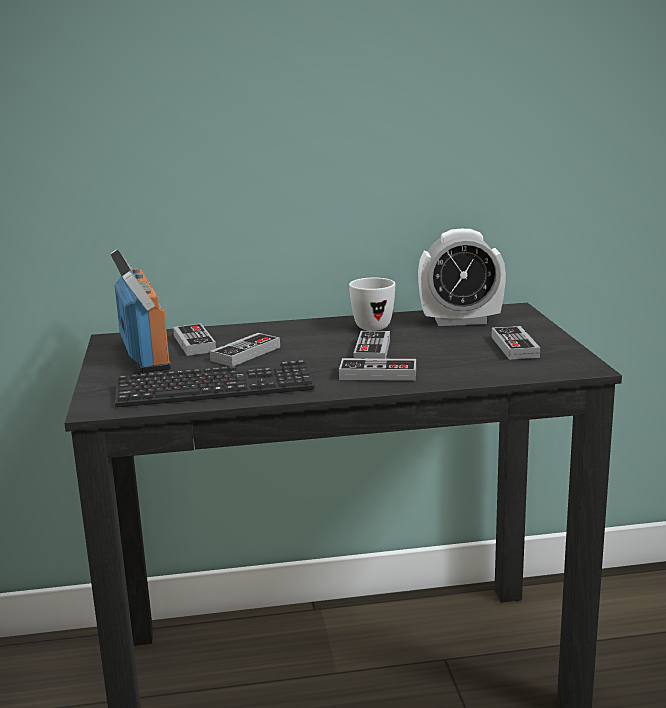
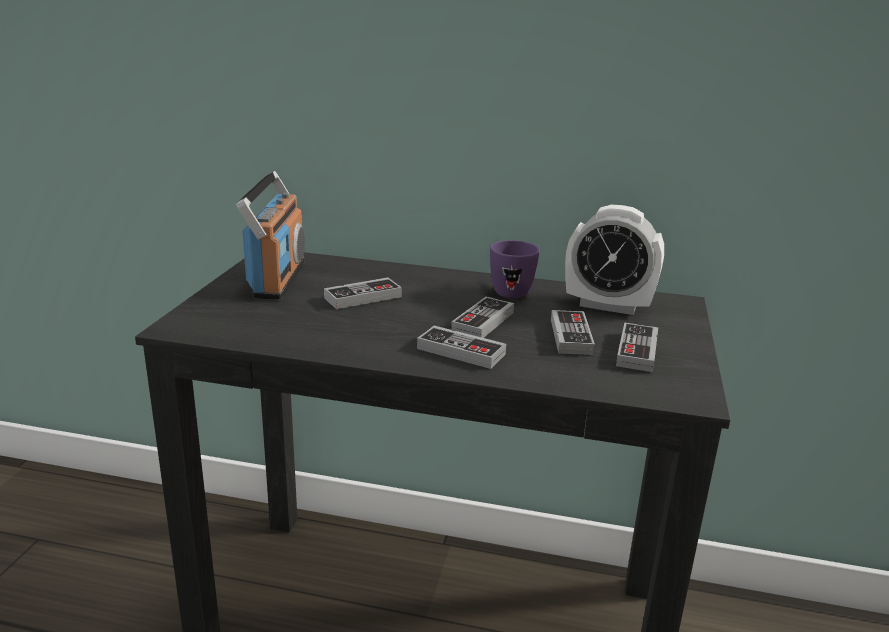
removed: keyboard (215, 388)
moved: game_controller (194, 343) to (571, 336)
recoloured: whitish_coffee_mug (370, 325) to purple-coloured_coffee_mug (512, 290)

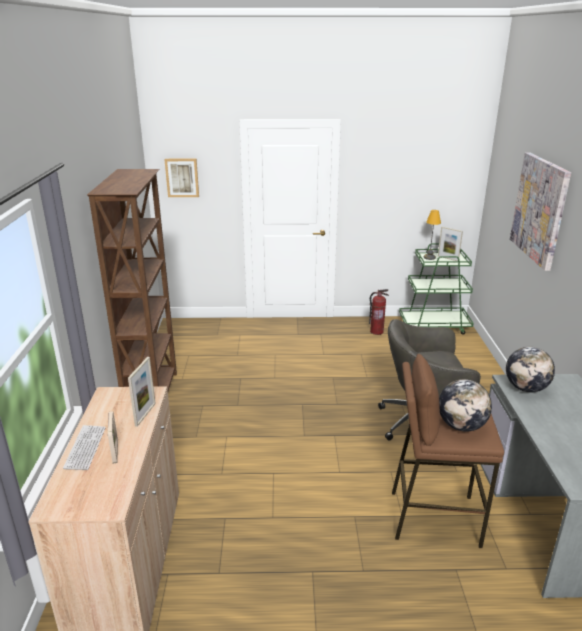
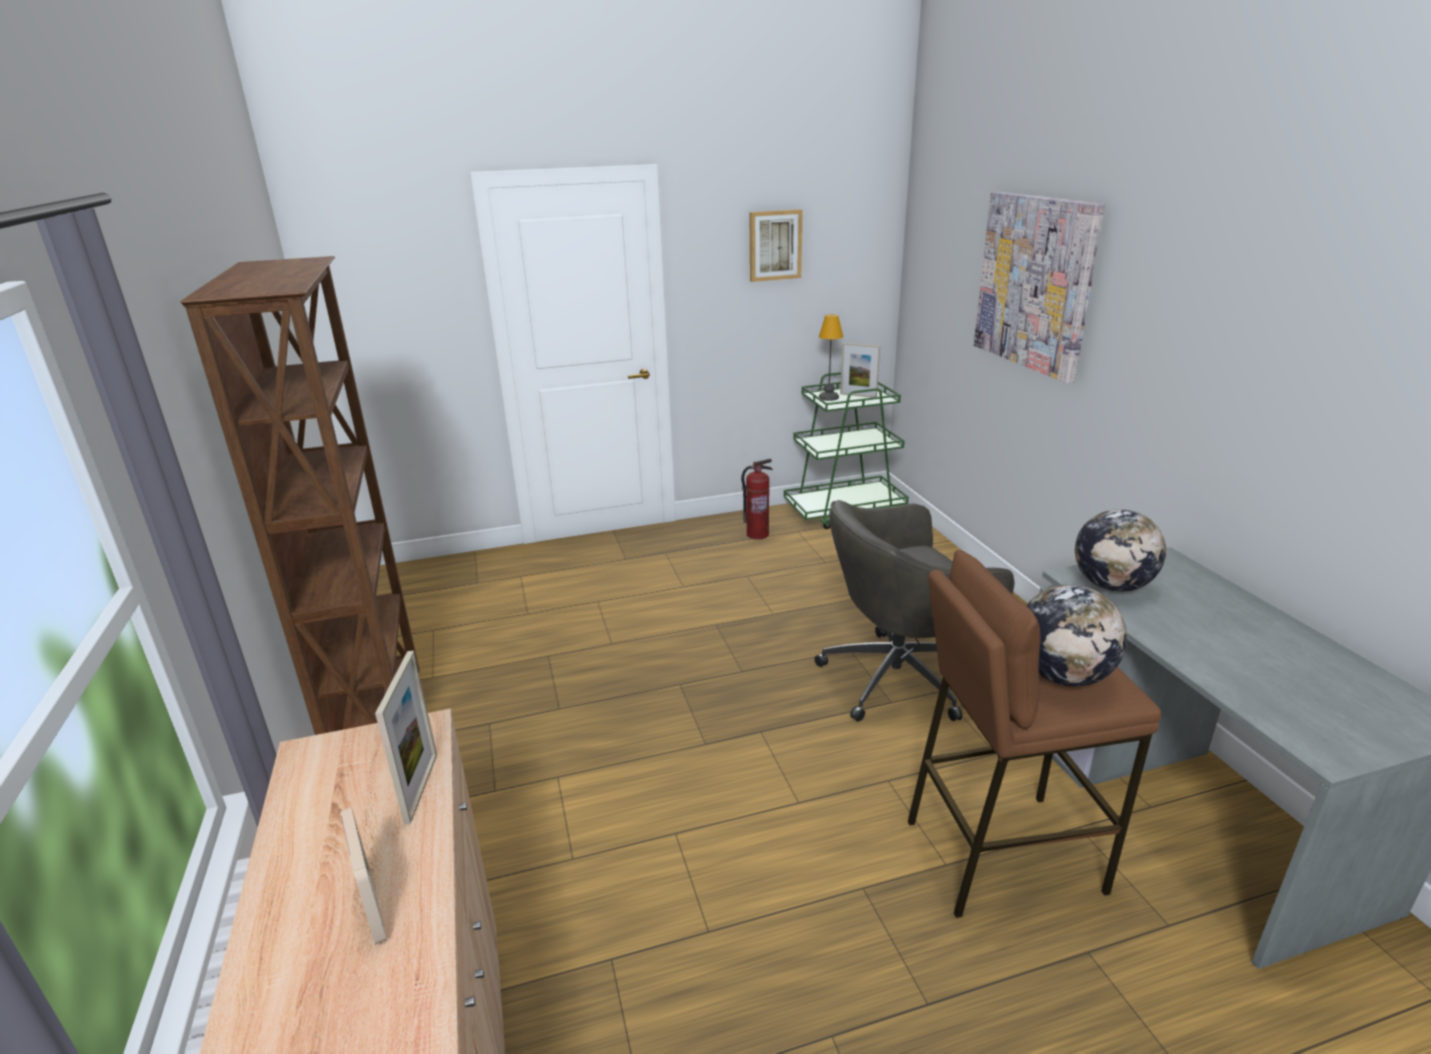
removed: keyboard (85, 448)
moved: wall_picture (182, 177) to (775, 245)

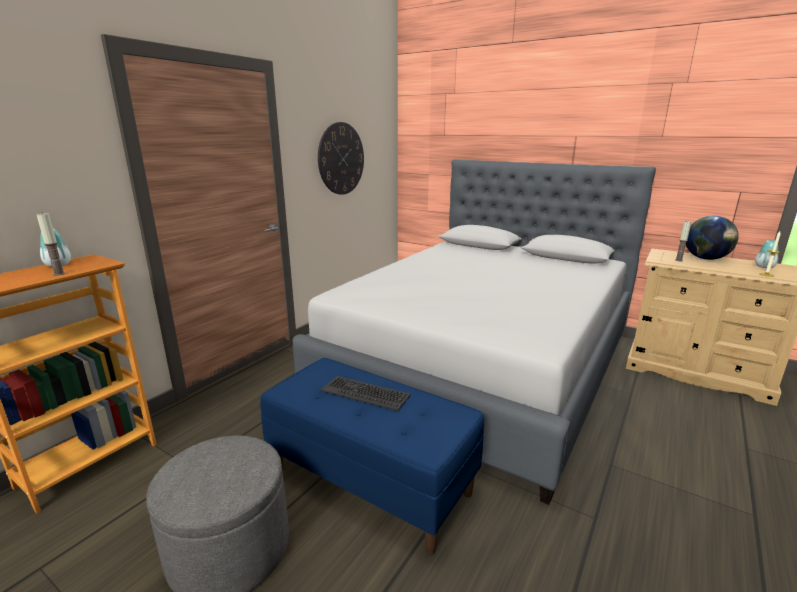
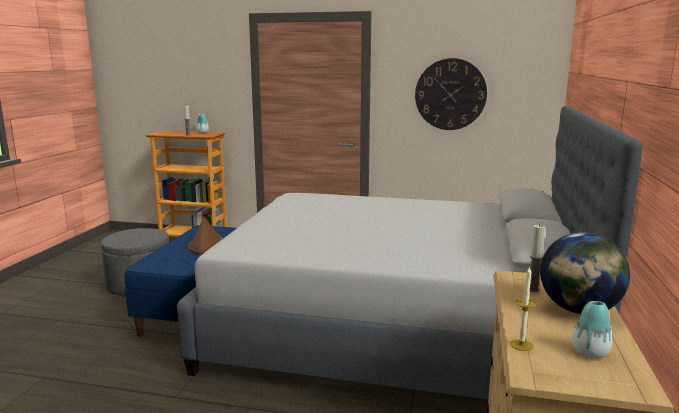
replaced: keyboard (365, 393) to brownish_hat (205, 245)

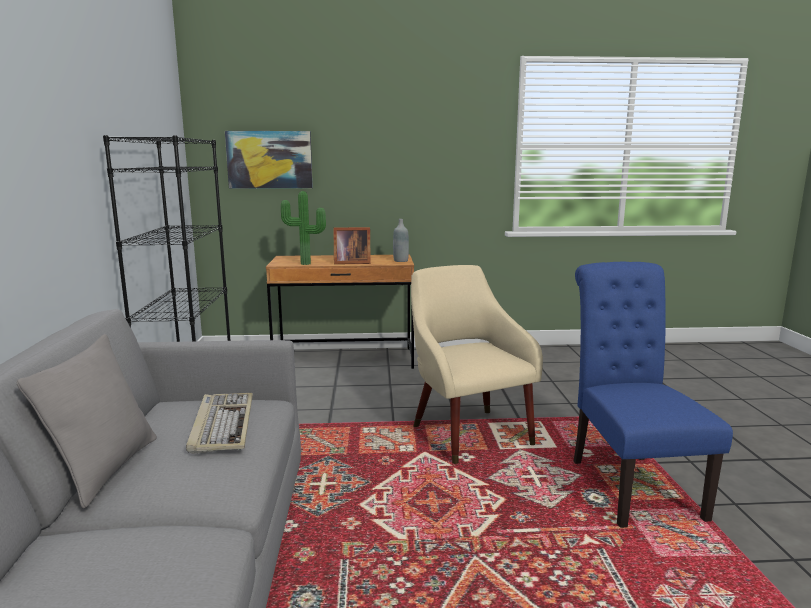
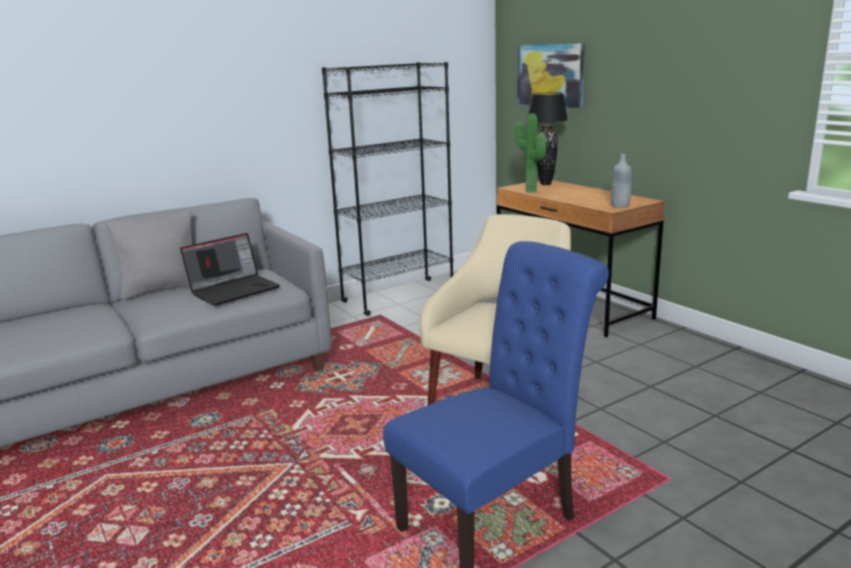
removed: standing_frame (350, 262)
added: black-coloured_lamp_for_a_table (546, 184)
replaced: keyboard (222, 424) to laptop (234, 290)

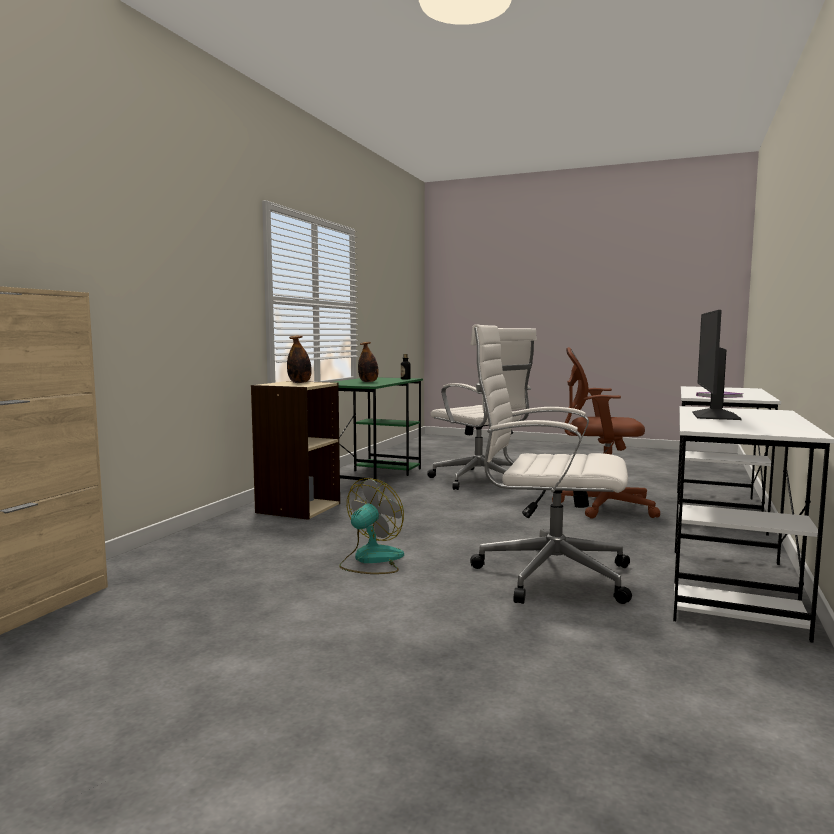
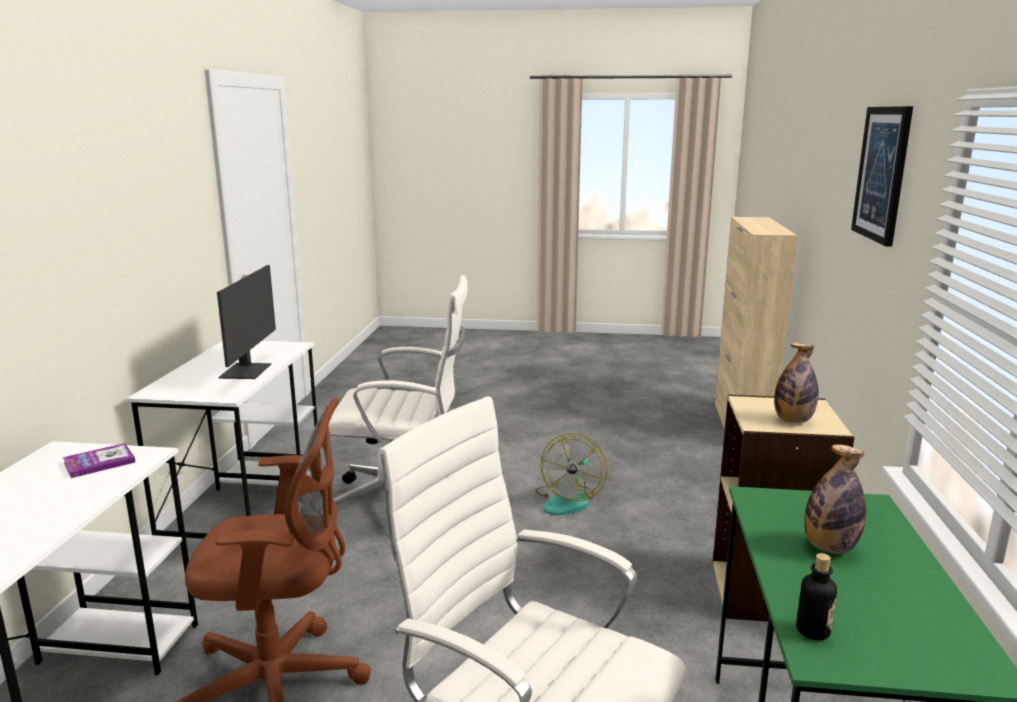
added: wall_picture (882, 173)

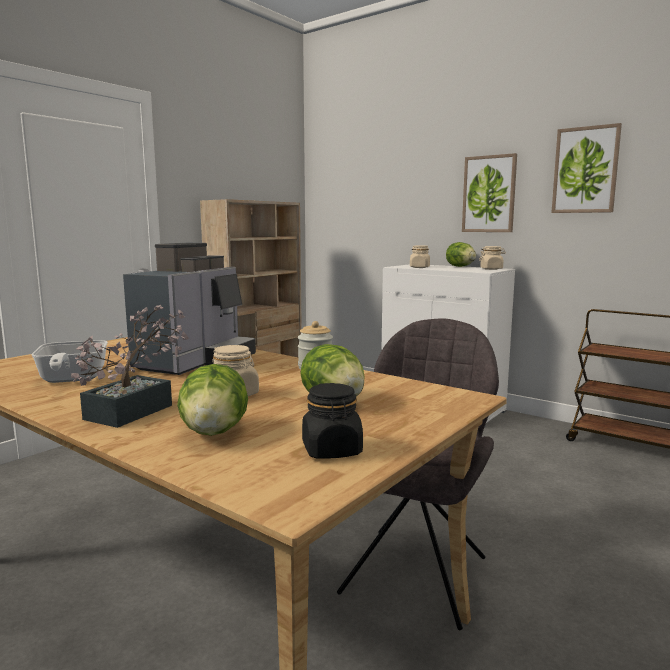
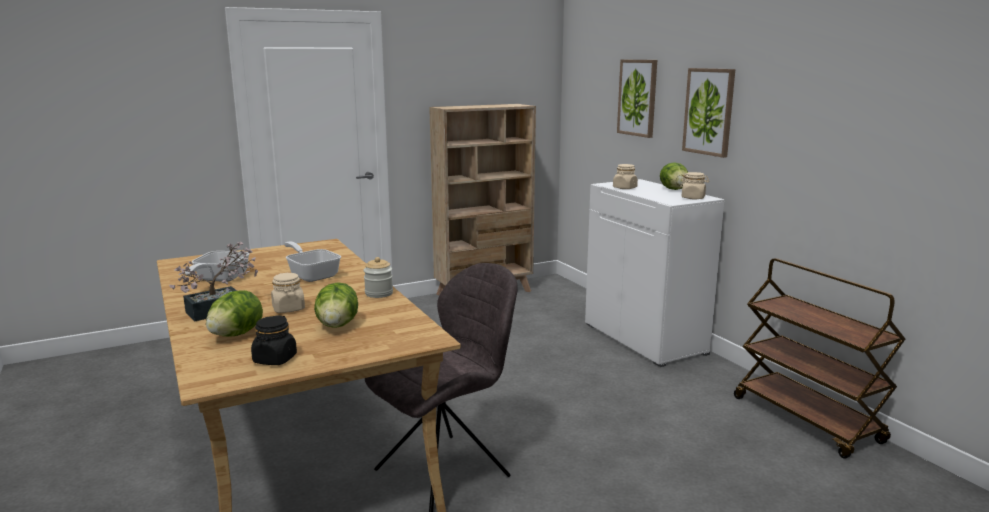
moved: wall_picture (585, 170) to (638, 97)
replaced: coffee_maker (196, 361) to frying_pan (312, 275)

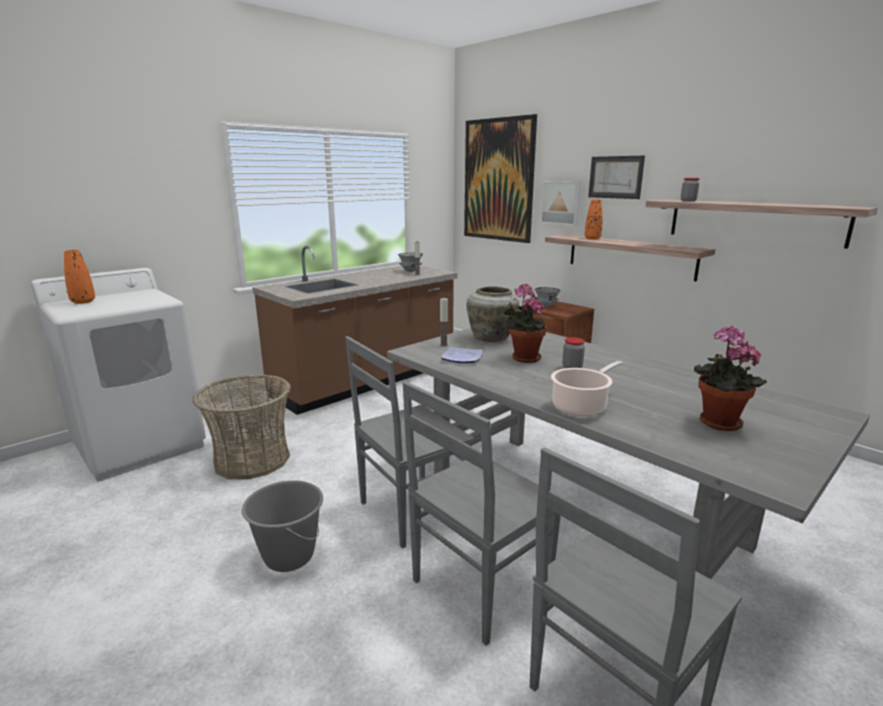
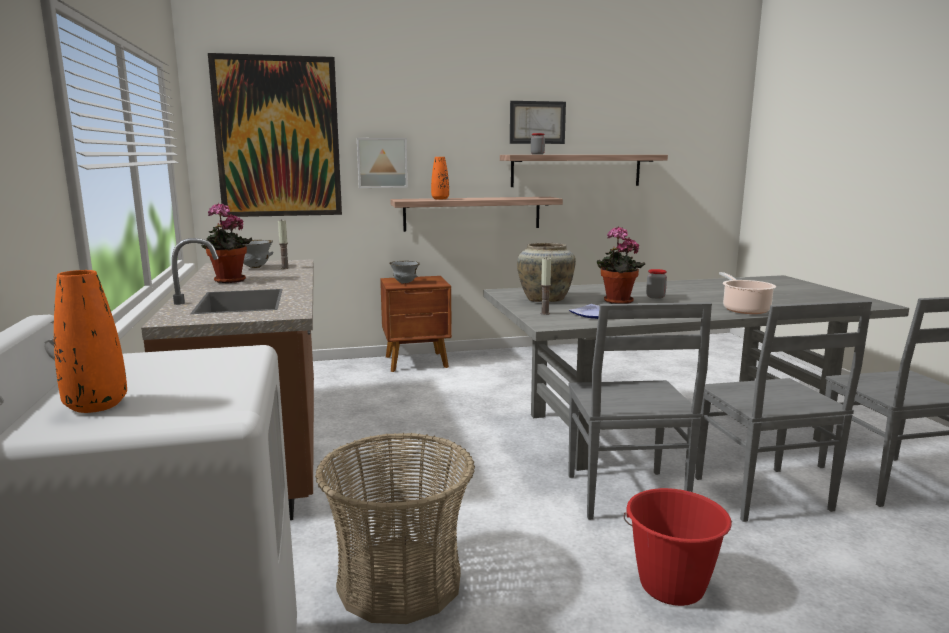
moved: wall_picture (615, 177) to (537, 122); potted_plant (716, 423) to (228, 281)
recoloured: grey_bucket (289, 556) to reddish_bucket (671, 587)

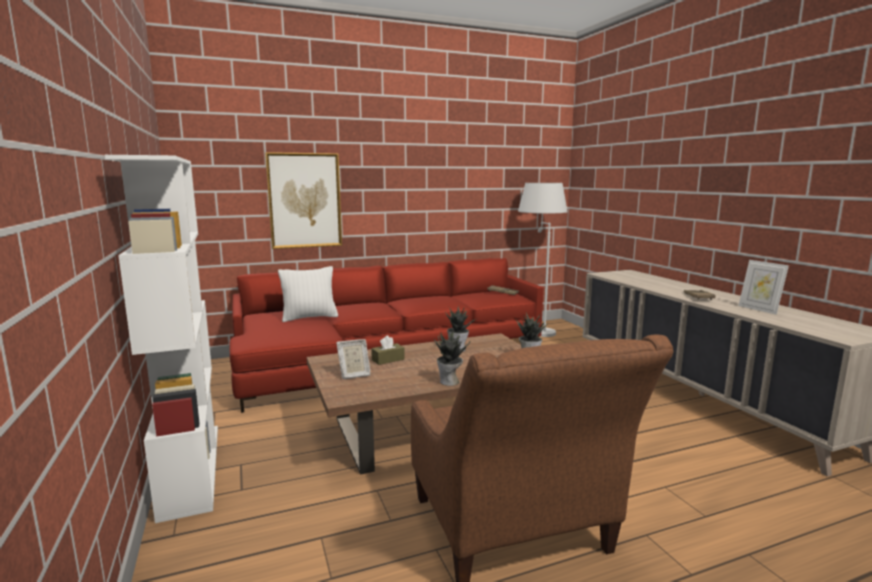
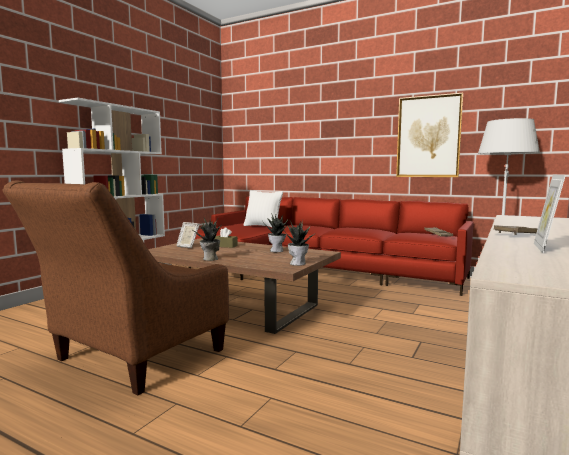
moved: wall_picture (304, 200) to (428, 137)

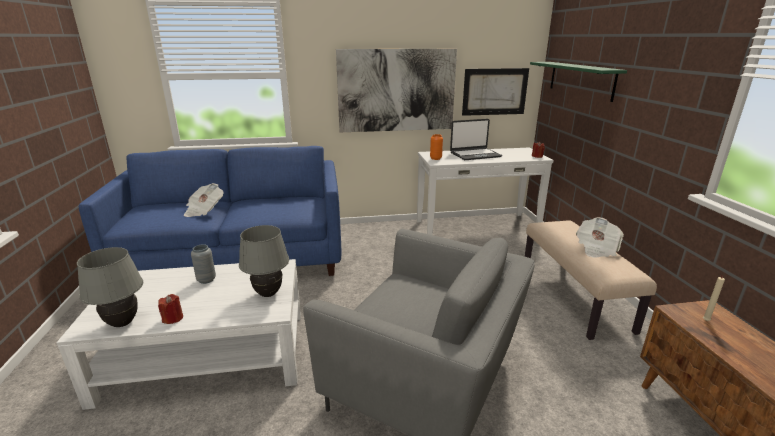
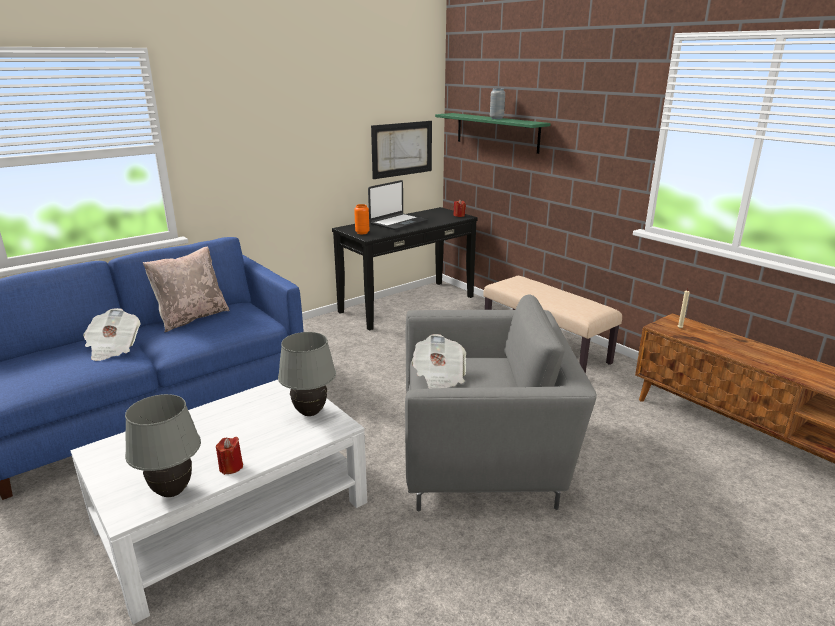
removed: wall_picture (396, 90)
added: beige-coloured_cushion (192, 318)
moved: grey_decorative_vase (206, 280) to (496, 118); printed_paper (596, 248) to (439, 377)
recoloured: whitish_hall_table (476, 226) to black-coloured_hall_table (407, 304)

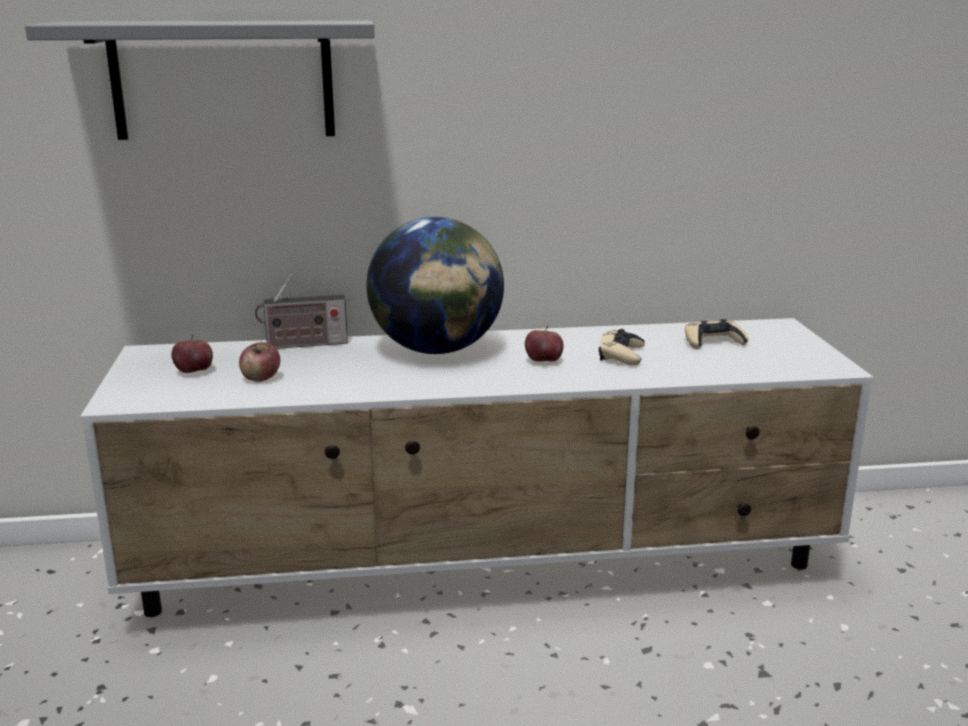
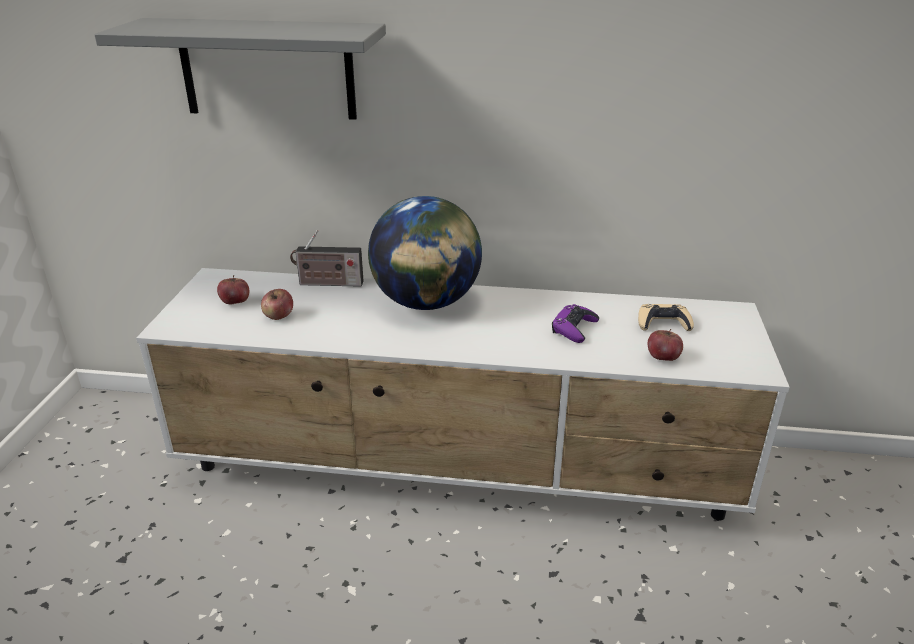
moved: whole_apple (543, 361) to (663, 357)
recoloured: beige-coloured_game_controller (621, 355) to purple-coloured_game_controller (574, 328)

